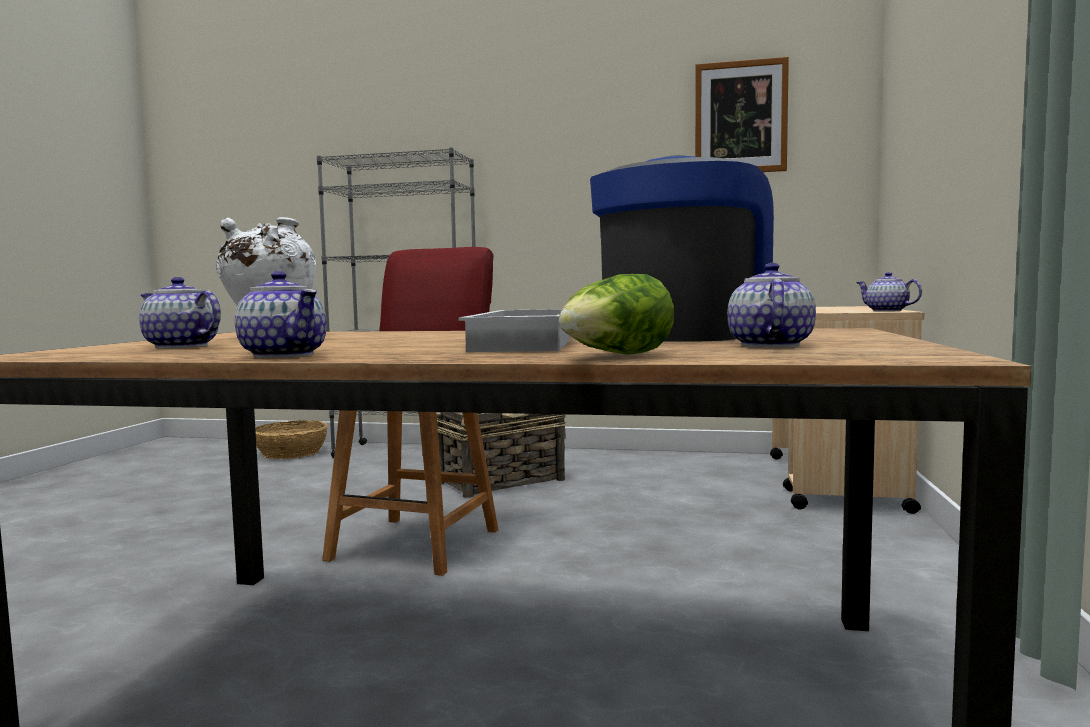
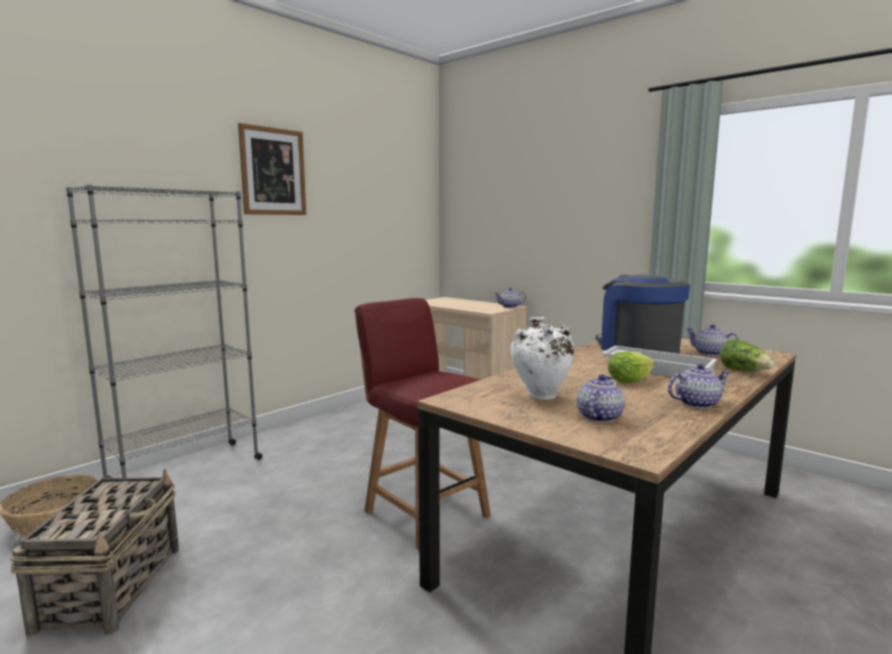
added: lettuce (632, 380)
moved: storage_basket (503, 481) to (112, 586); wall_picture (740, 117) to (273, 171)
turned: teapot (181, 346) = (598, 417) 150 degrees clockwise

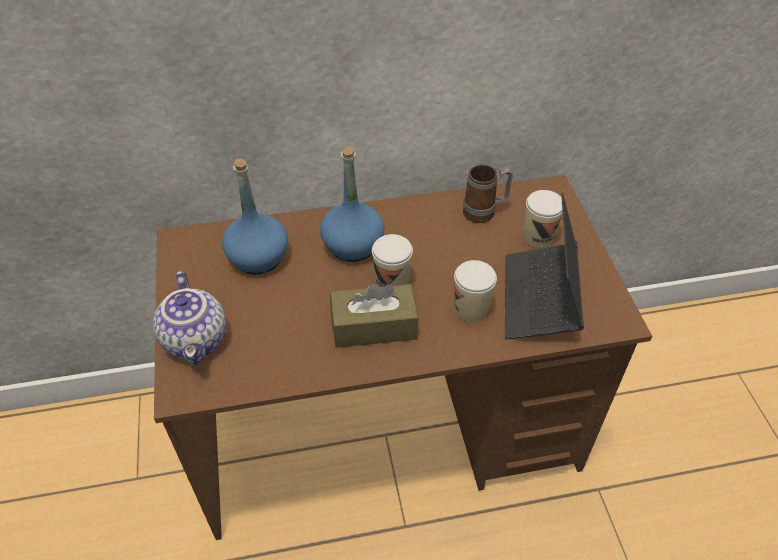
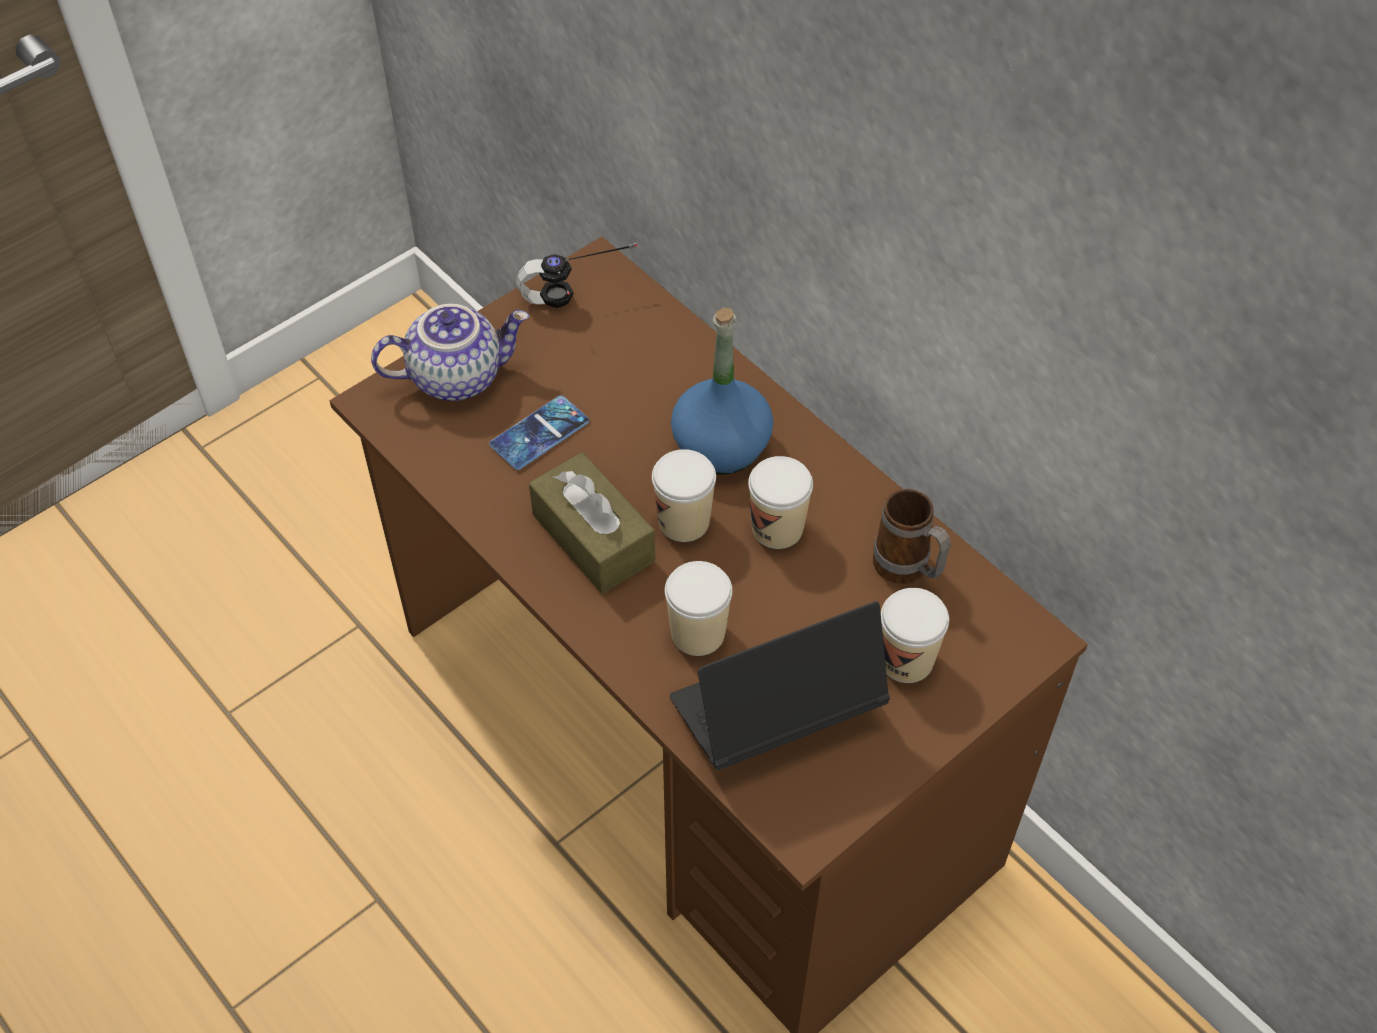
removed: blue-coloured_beverage_bottle (258, 257)
added: telephone (539, 433); headset (579, 307); drinking_cup (777, 528)
turned: teapot (197, 340) = (457, 375) 150 degrees counterclockwise

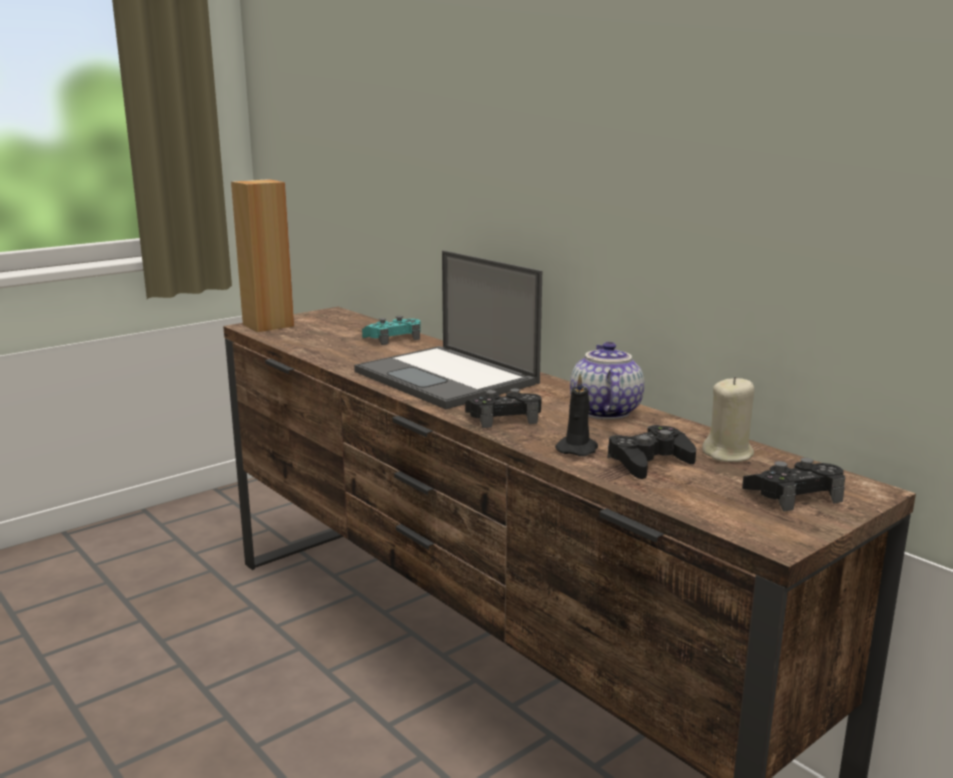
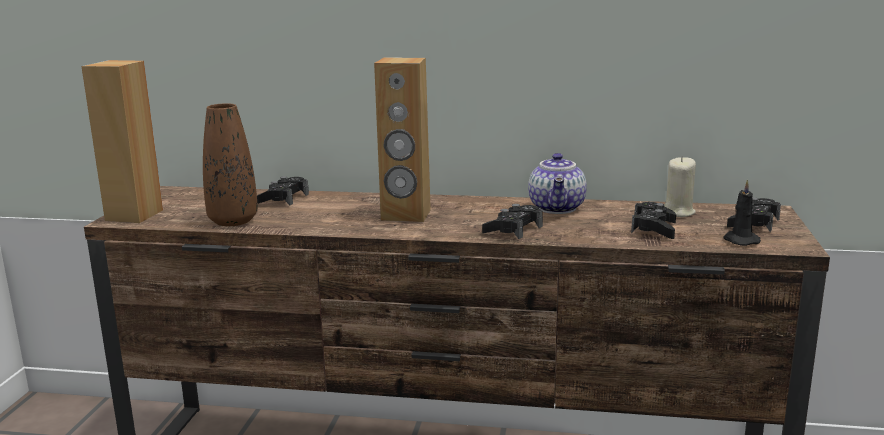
added: brownish_decorative_vase (233, 221)
moved: black-coloured_wax_light (577, 449) to (740, 240)
replaced: laptop (448, 378) to brownish_speaker (406, 215)
recoloured: turquoise-coloured_game_controller (393, 338) to black-coloured_game_controller (283, 199)
turned: teapot (603, 411) = (558, 208) 135 degrees counterclockwise

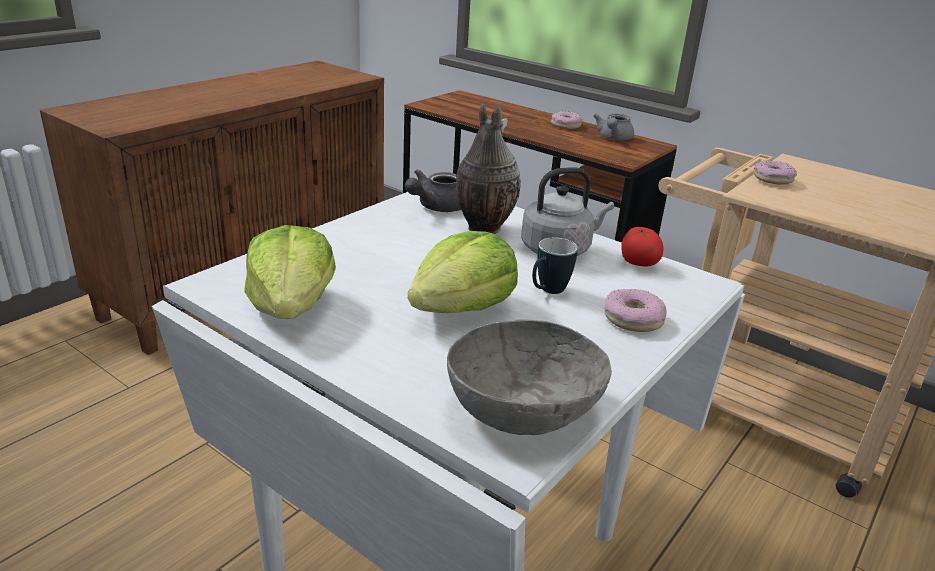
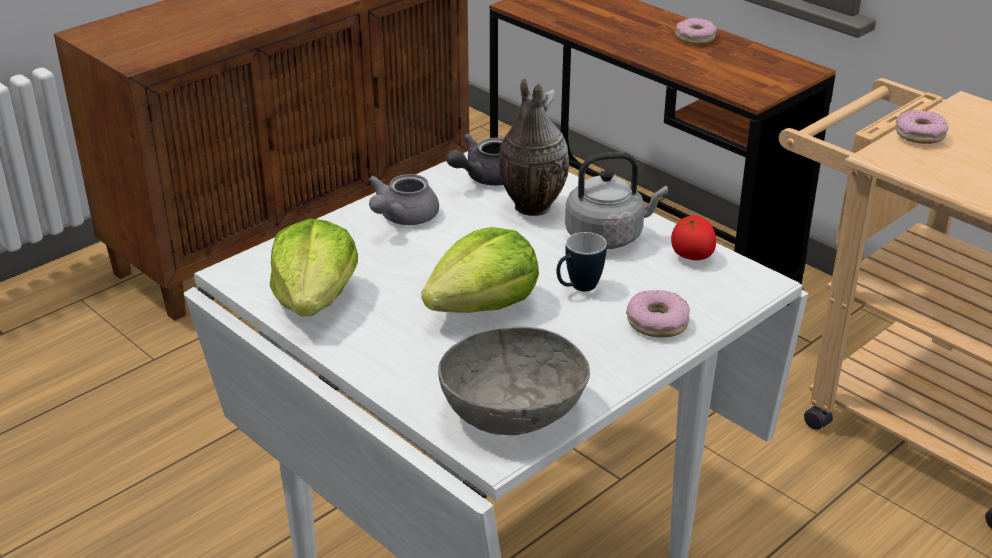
moved: grey_teapot (613, 138) to (402, 218)

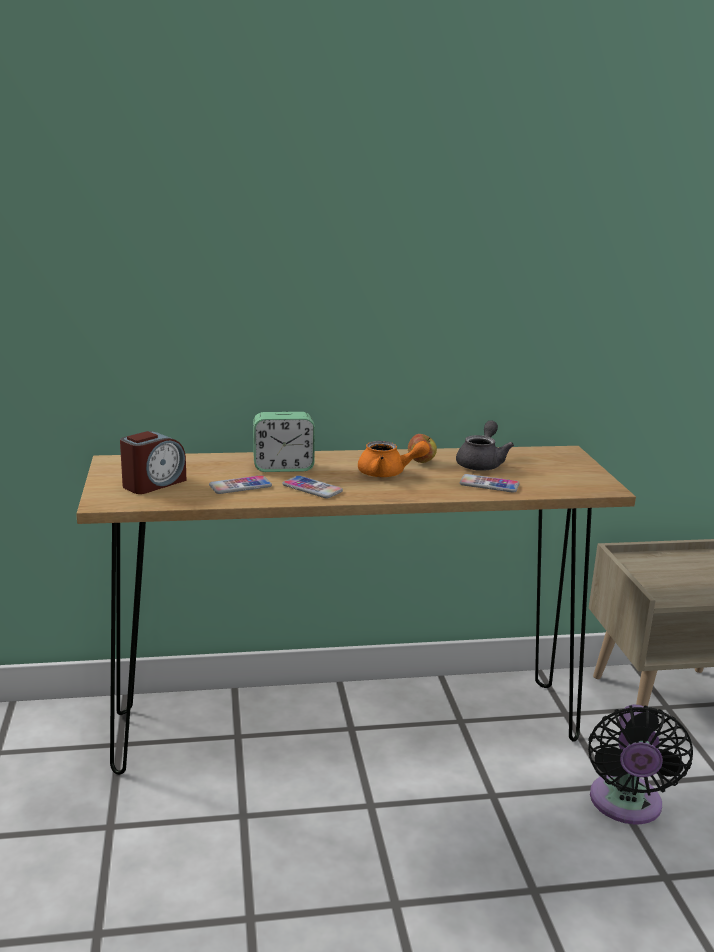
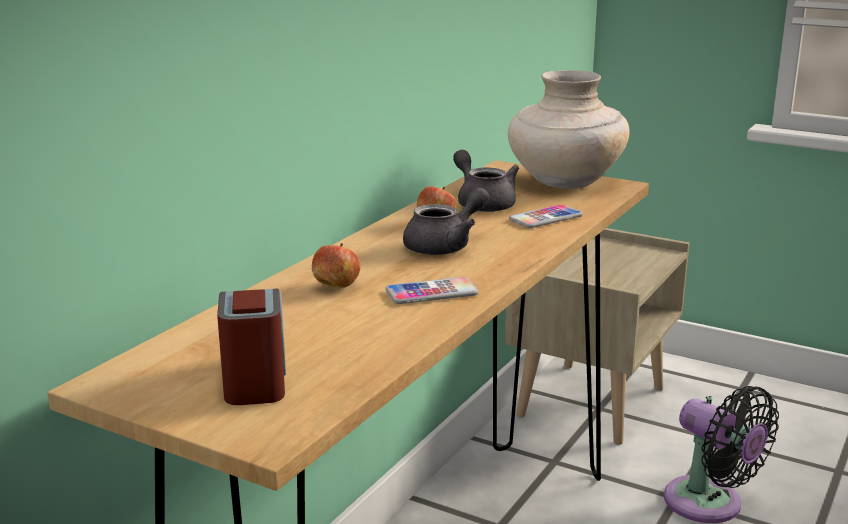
removed: telephone (240, 486)
added: beige-coloured_decorative_vase (564, 182)
replaced: bedside_clock (283, 467) to whole_apple (336, 287)
recoloured: orange-coloured_teapot (388, 473) to grey_teapot (445, 246)

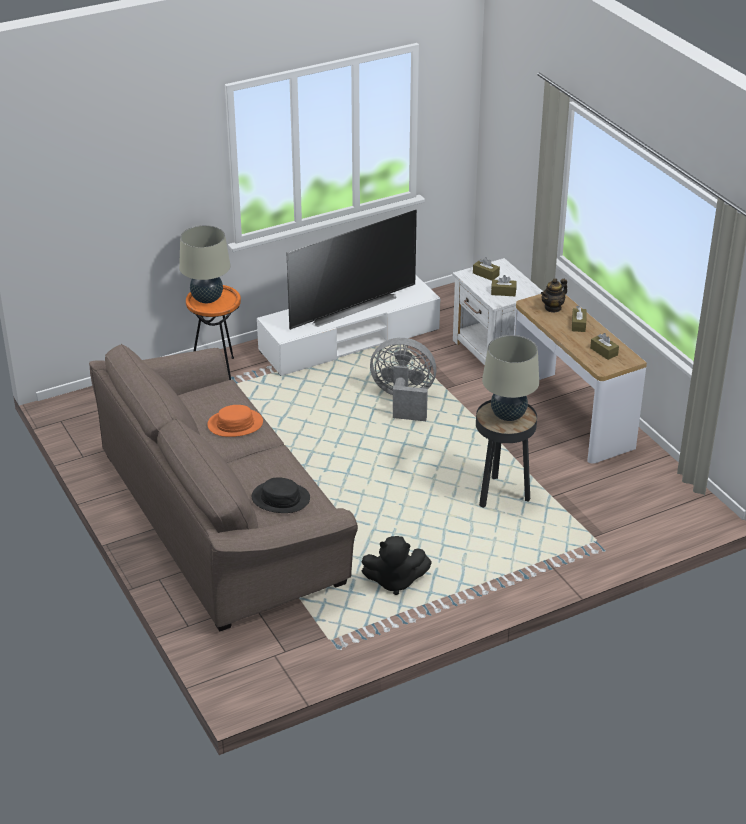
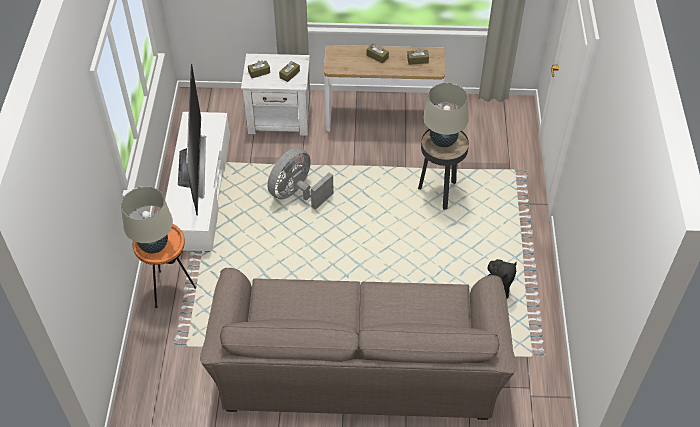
removed: orange-coloured_hat (235, 424); black-coloured_hat (281, 498); teapot (553, 308)

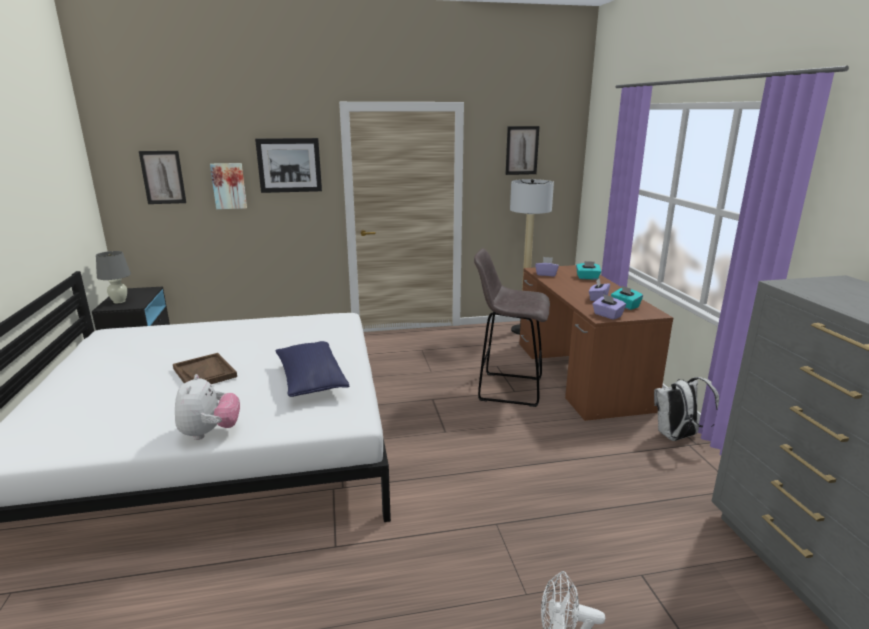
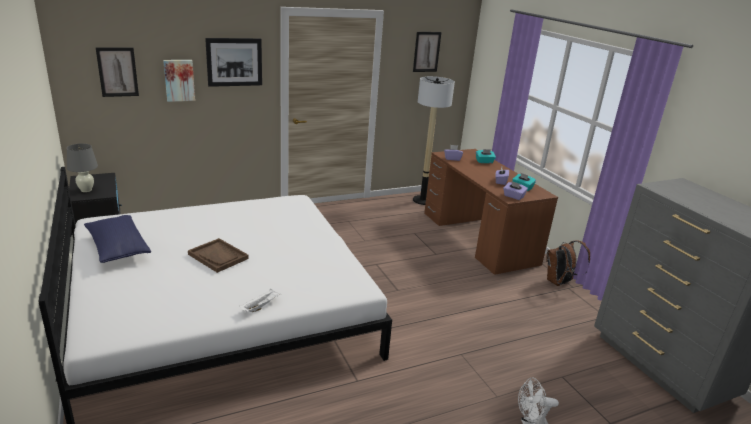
removed: grey_stool (507, 389)
moved: blue-coloured_cushion (311, 381) to (118, 248)
replaced: cuddly_toy (210, 433) to whitish_serving_tray (260, 306)
recoloured: whitish_backpack (677, 437) to brownish_backpack (559, 282)

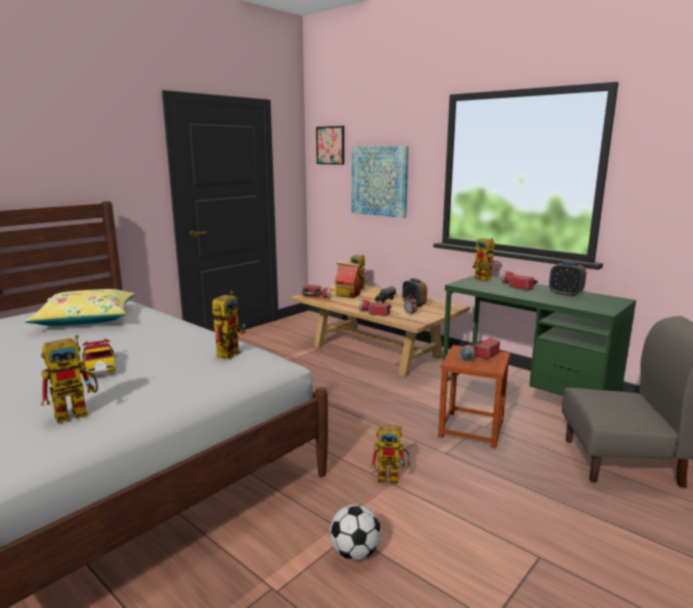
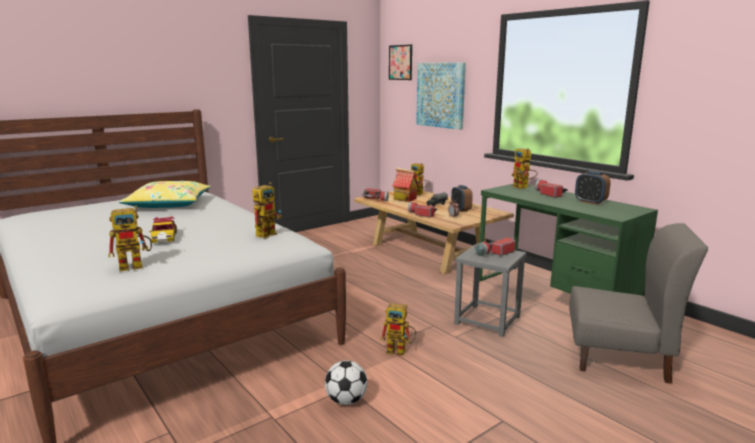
recoloured: brownish_stool (471, 429) to grey_stool (487, 320)

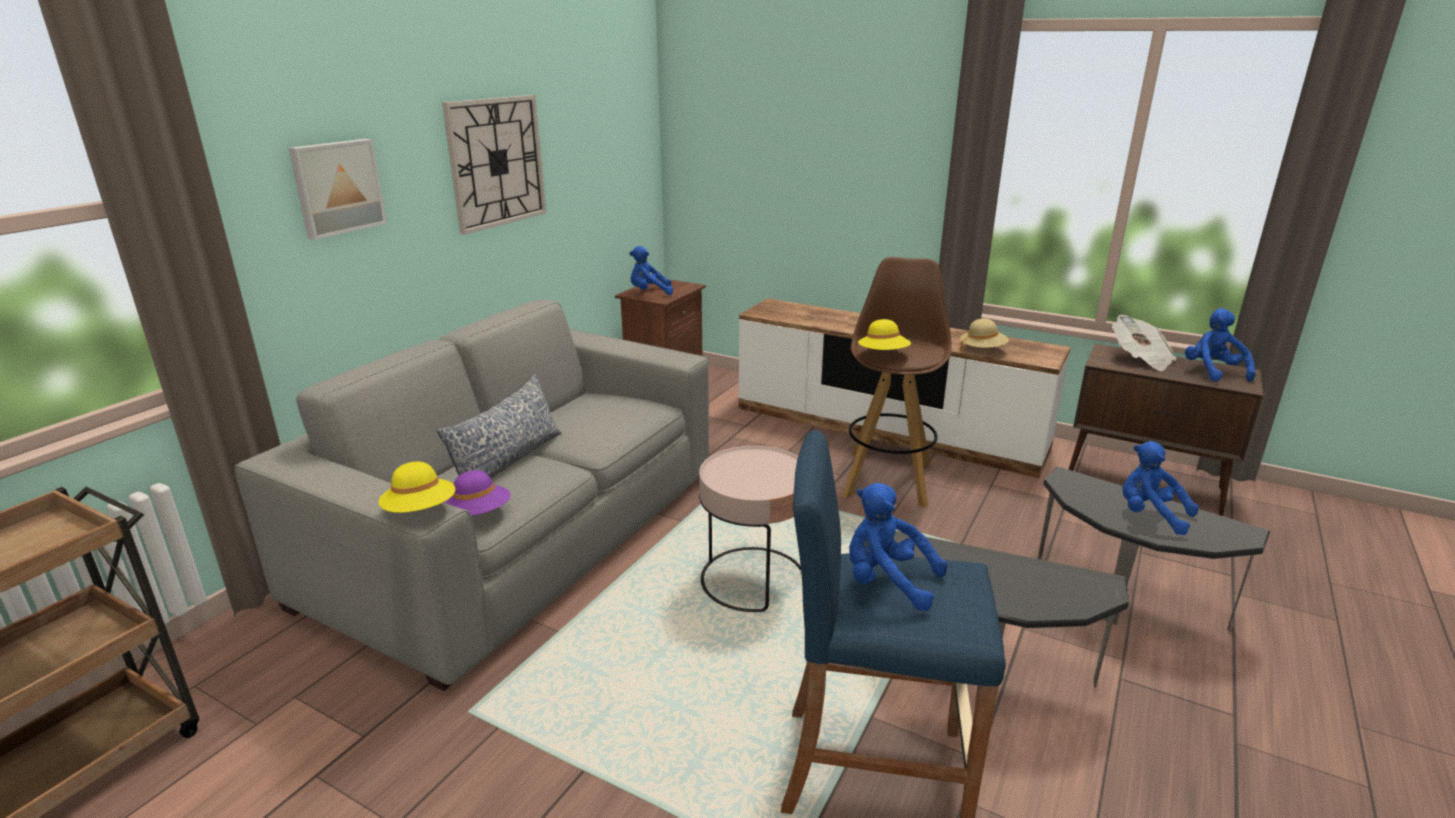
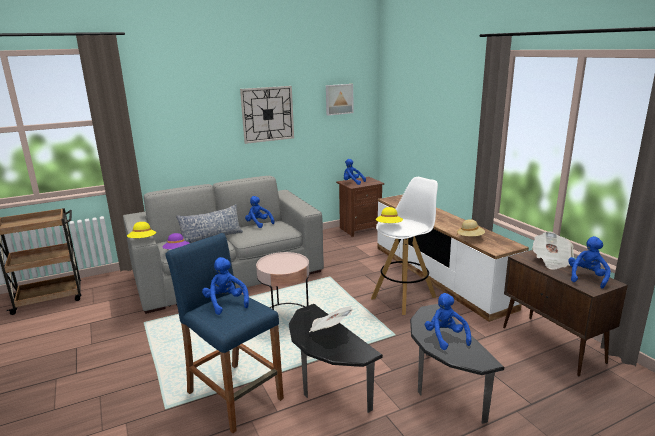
added: blue-coloured_cuddly_toy (258, 224); printed_paper (330, 329)
moved: wall_picture (337, 187) to (339, 99)
recoloured: brownish_stool (888, 478) to whitish_stool (404, 297)

